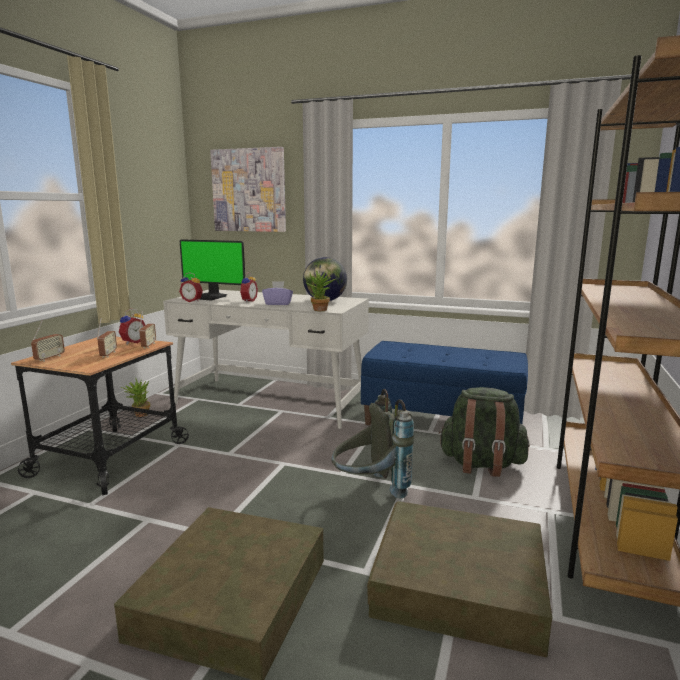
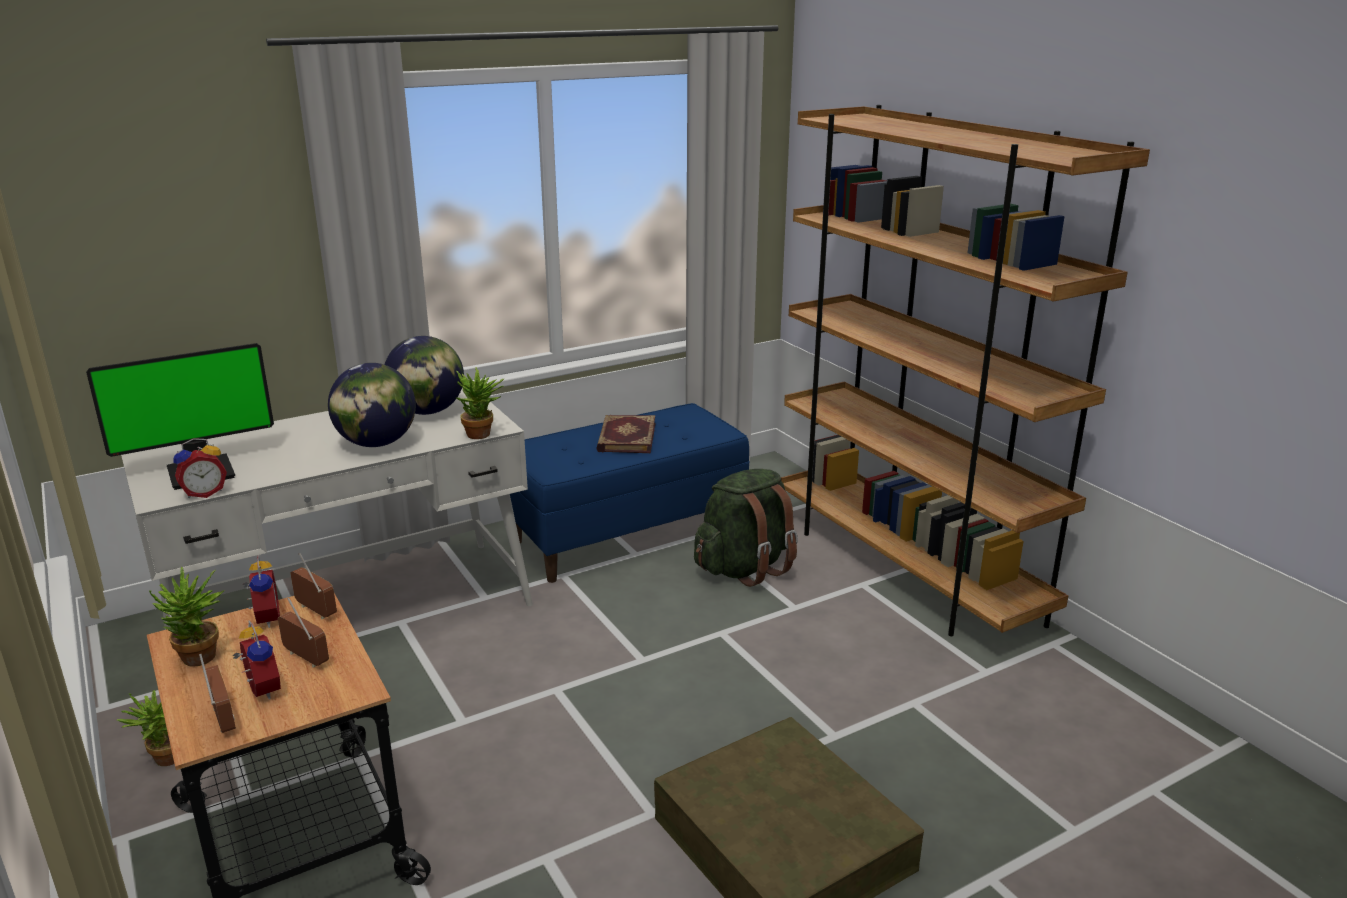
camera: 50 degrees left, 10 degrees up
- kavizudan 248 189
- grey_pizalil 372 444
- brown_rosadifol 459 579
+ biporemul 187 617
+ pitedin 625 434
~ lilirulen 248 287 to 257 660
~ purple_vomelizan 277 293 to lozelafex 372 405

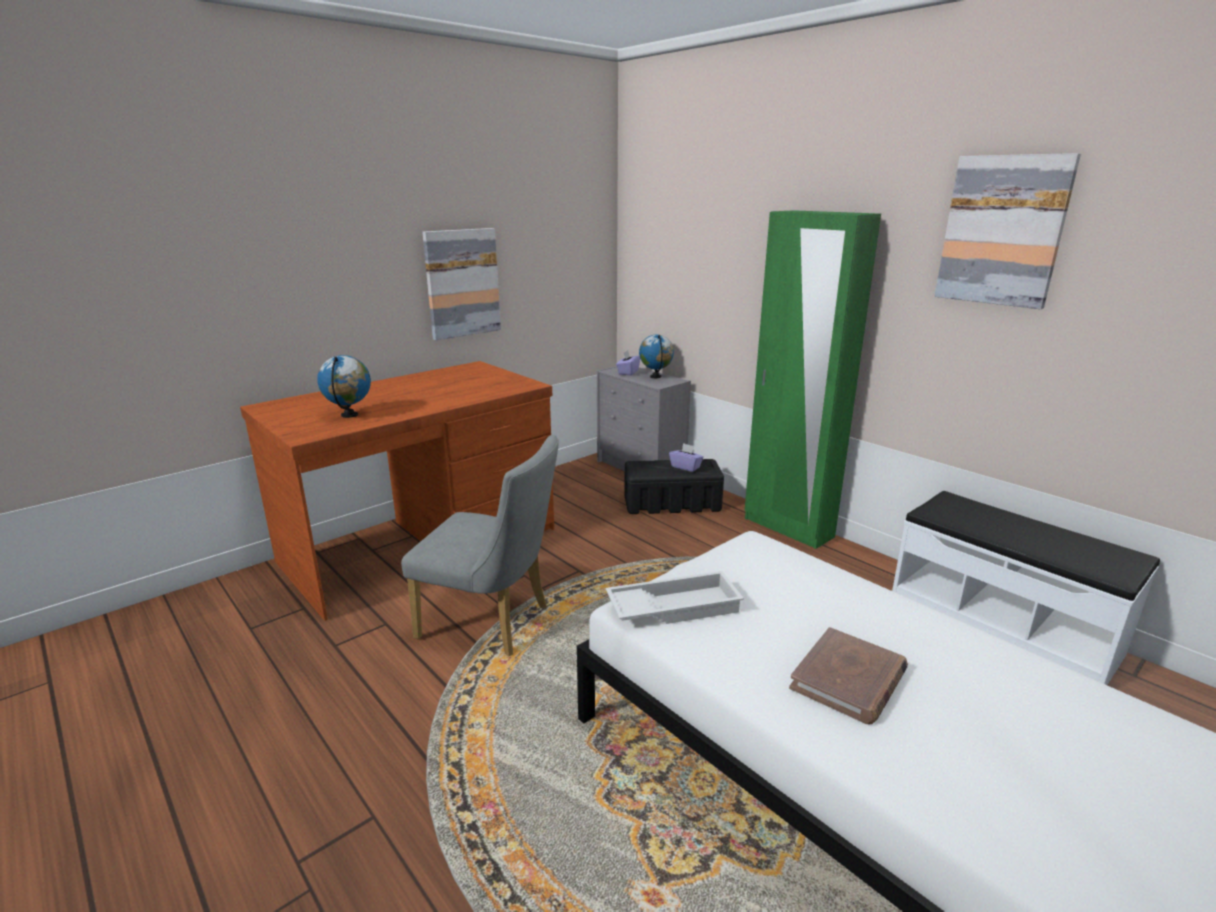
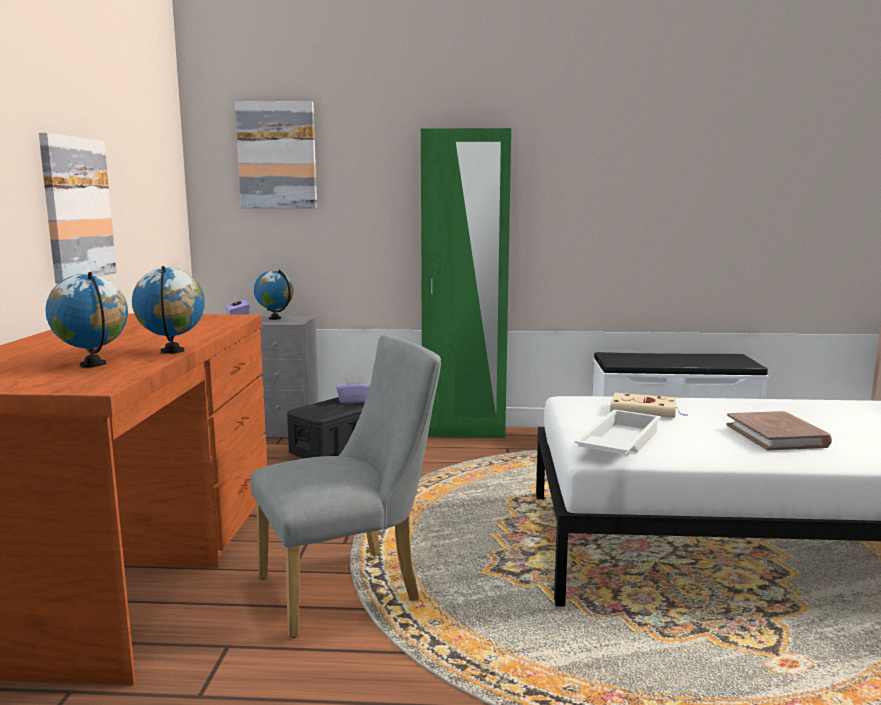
camera: 45 degrees left, 10 degrees down
+ lozelafex 168 310
+ beige_pitedin 649 405
~ kavizudan 1007 231 to 276 154

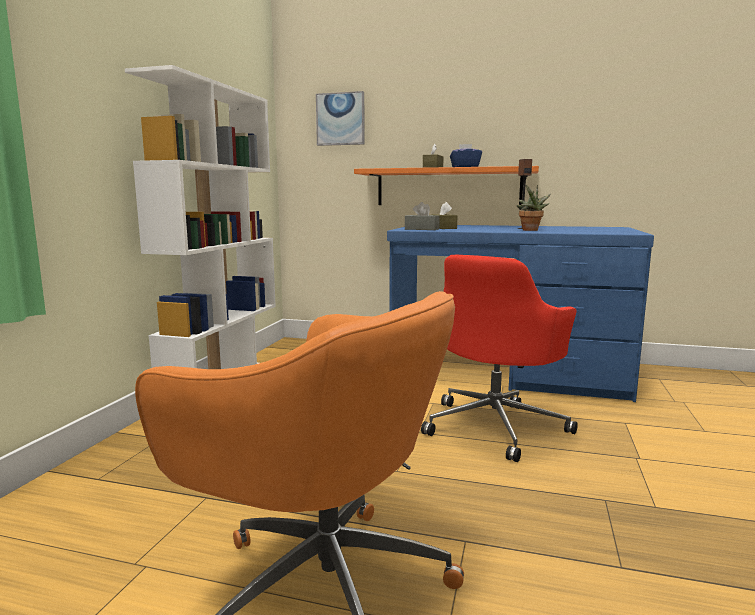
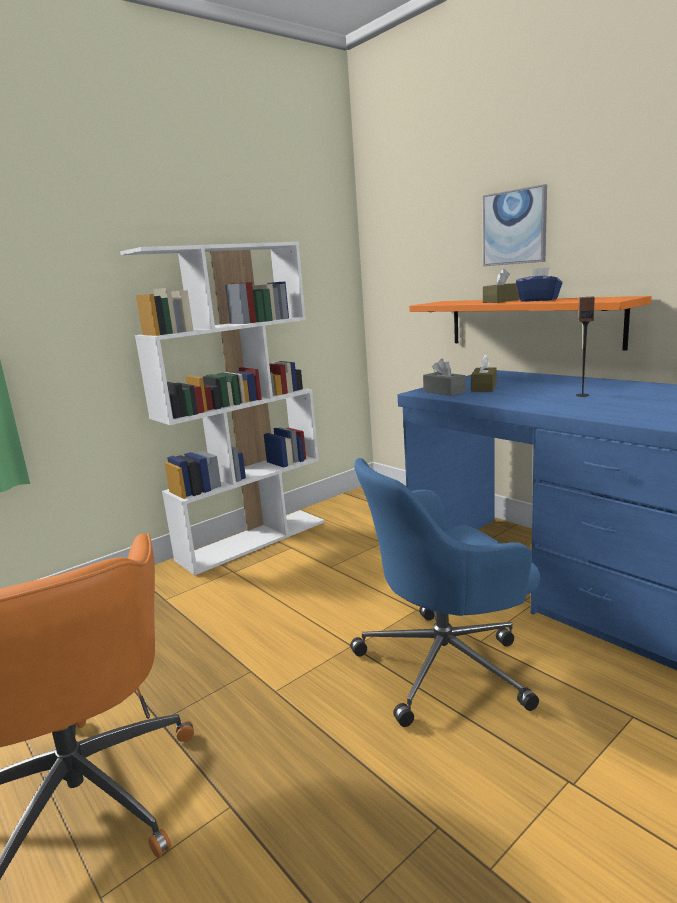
camera: 35 degrees right, 5 degrees up
- biporemul 534 208
~ kavizudan 340 118 to 515 225
~ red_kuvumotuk 499 358 to blue_kuvumotuk 445 592

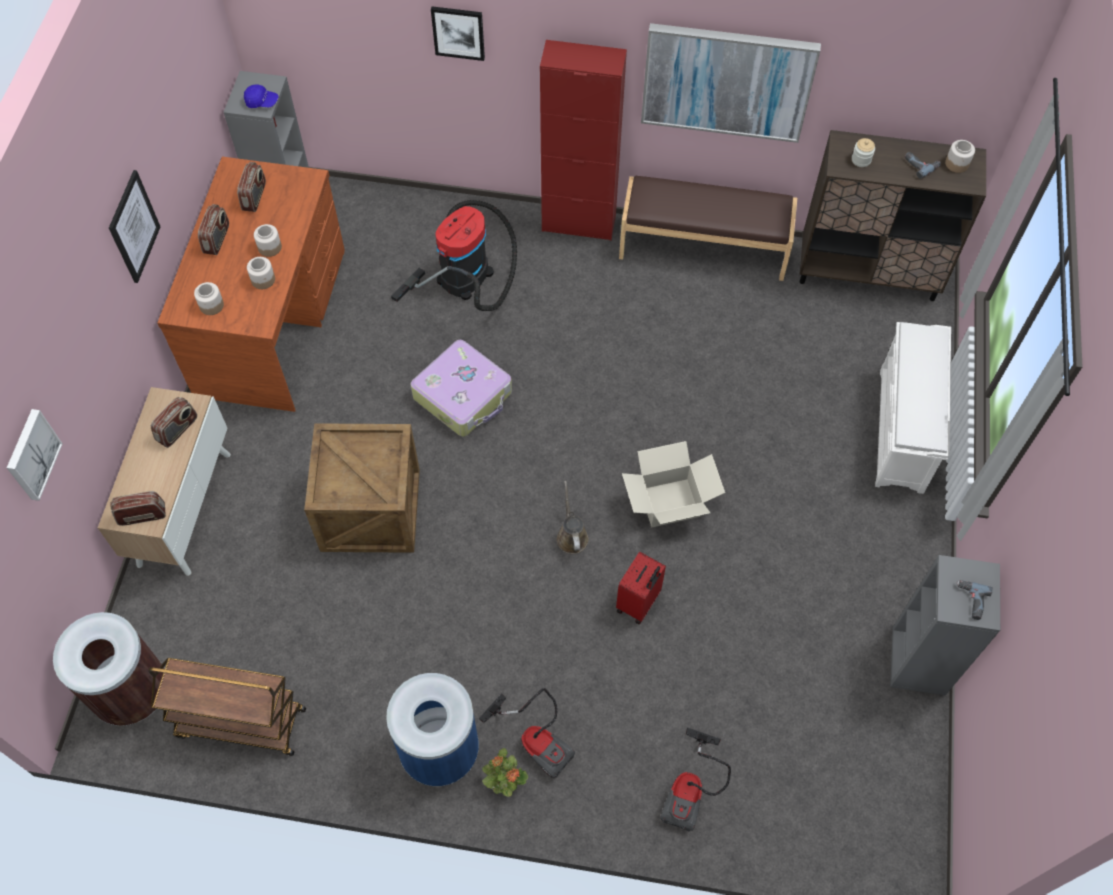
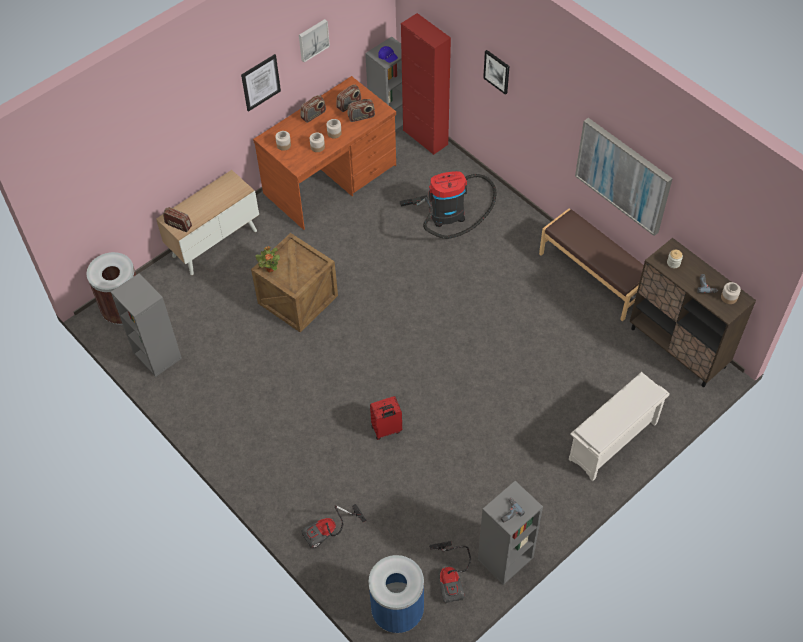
camera: 40 degrees right, 5 degrees down
- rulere 461 388
- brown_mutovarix 572 517
- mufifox 673 484
~ kavizudan 35 455 to 314 40
~ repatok 174 422 to 361 110
~ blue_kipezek 432 729 to 396 594
~ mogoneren 527 733 to 450 572
~ biporemul 505 772 to 268 259
~ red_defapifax 583 140 to 426 84
~ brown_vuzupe 227 707 to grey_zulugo 146 325

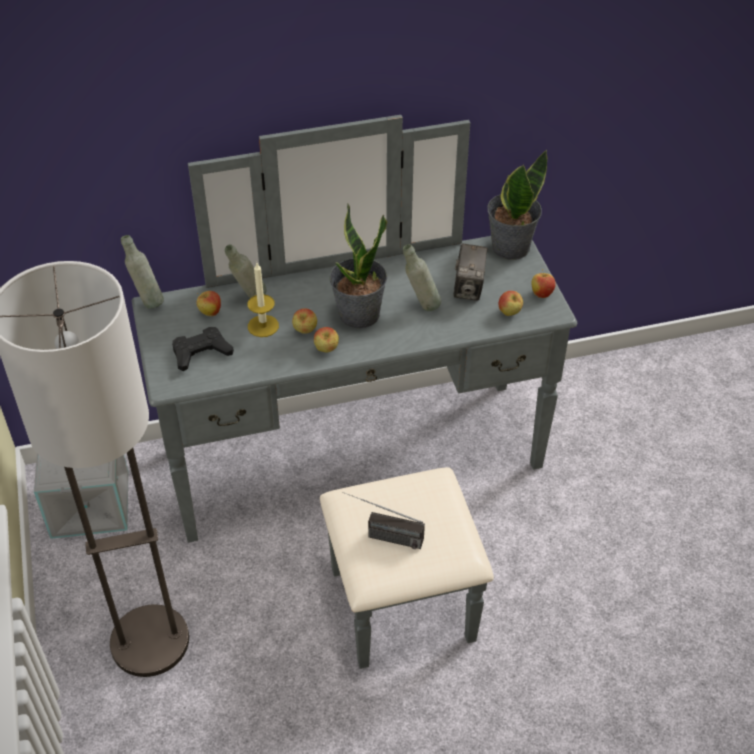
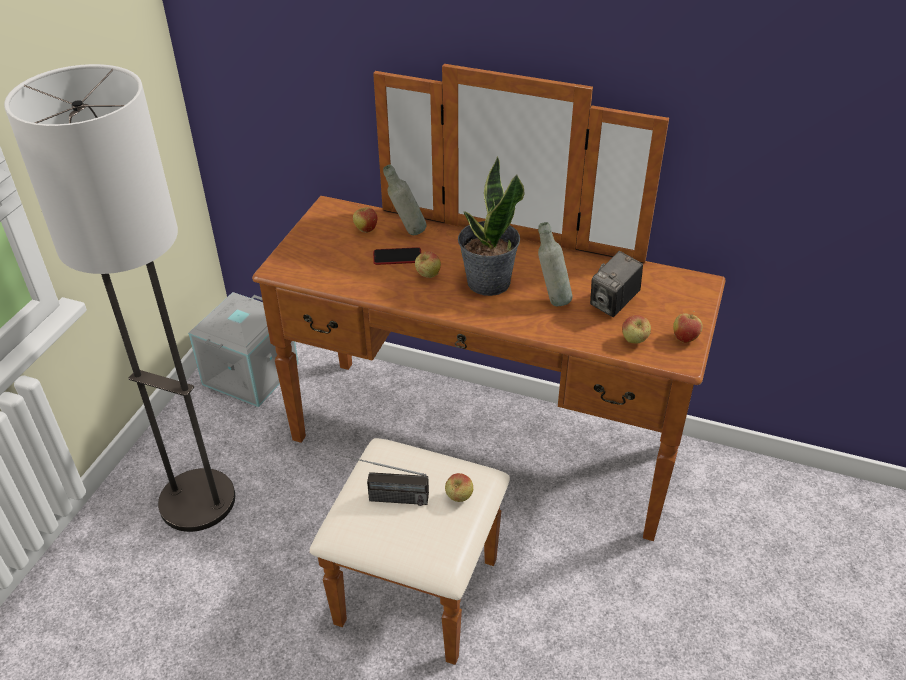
camera: 35 degrees right, 5 degrees down
- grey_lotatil 142 272
- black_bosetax 203 349
- biporemul 517 205
~ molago 326 340 to 459 487
~ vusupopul 263 300 to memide 397 256
~ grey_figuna 354 392 to brown_figuna 489 364
~ repatok 383 520 = 382 480 45 degrees counterclockwise

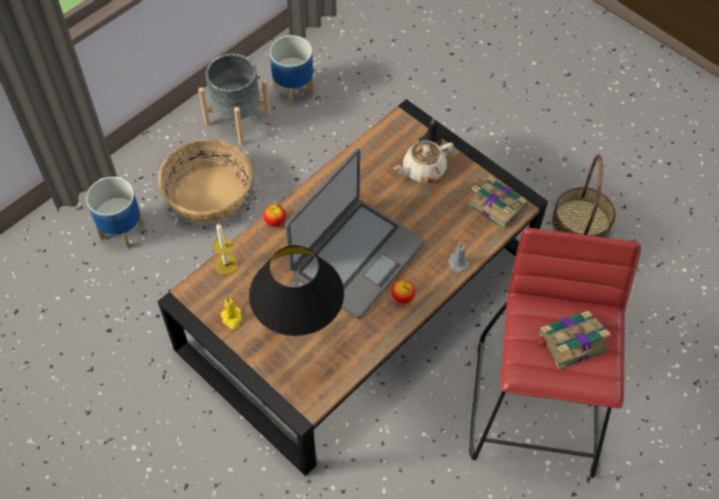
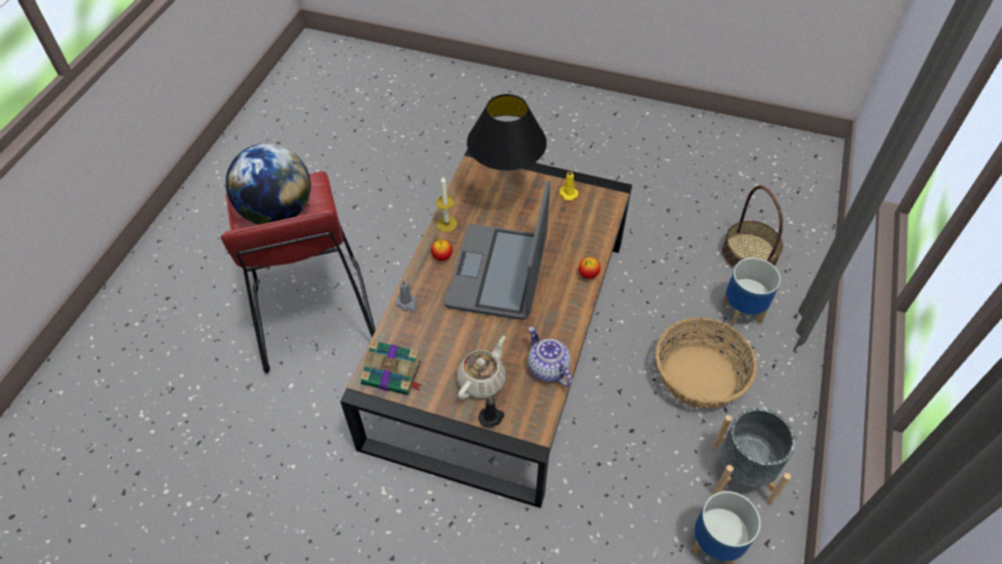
camera: 155 degrees right, 5 degrees down
+ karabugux 550 357
~ vusupopul 225 249 to 446 204
~ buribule 583 196 to 752 227
~ pitedin 572 340 to lozelafex 268 184

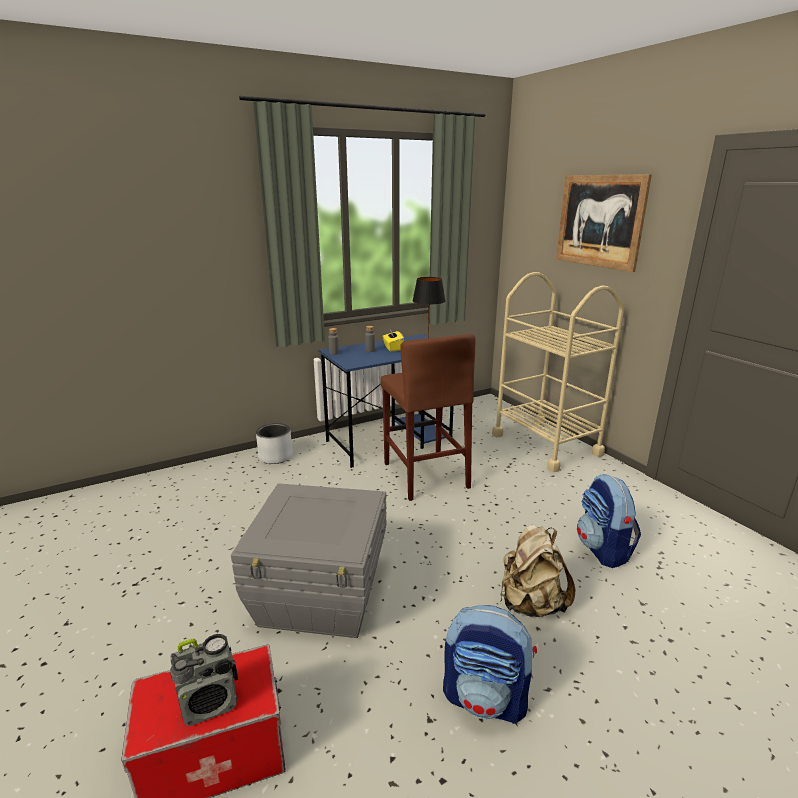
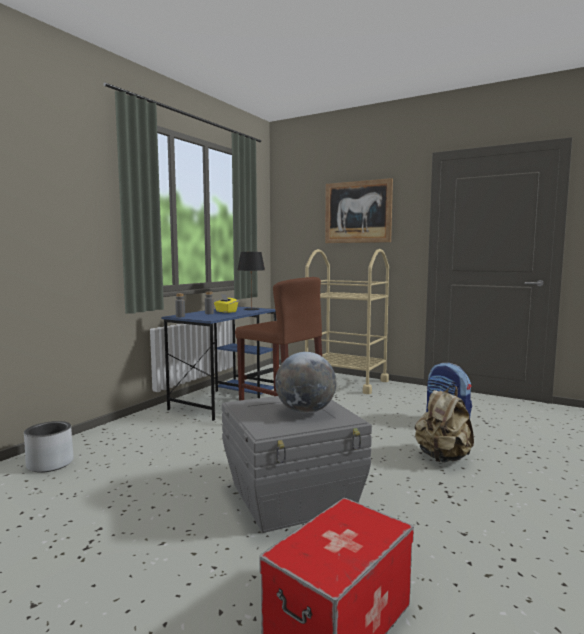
camera: 30 degrees left, 15 degrees down
- repatok 204 680
- pizalil 490 664
+ lozelafex 305 383
~ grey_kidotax 274 443 to 49 447

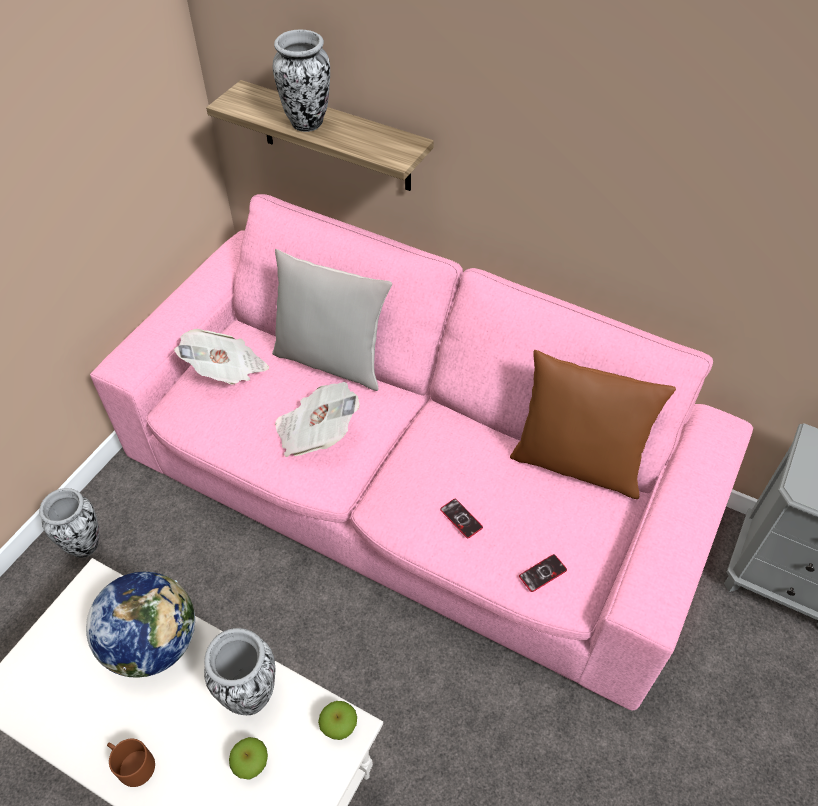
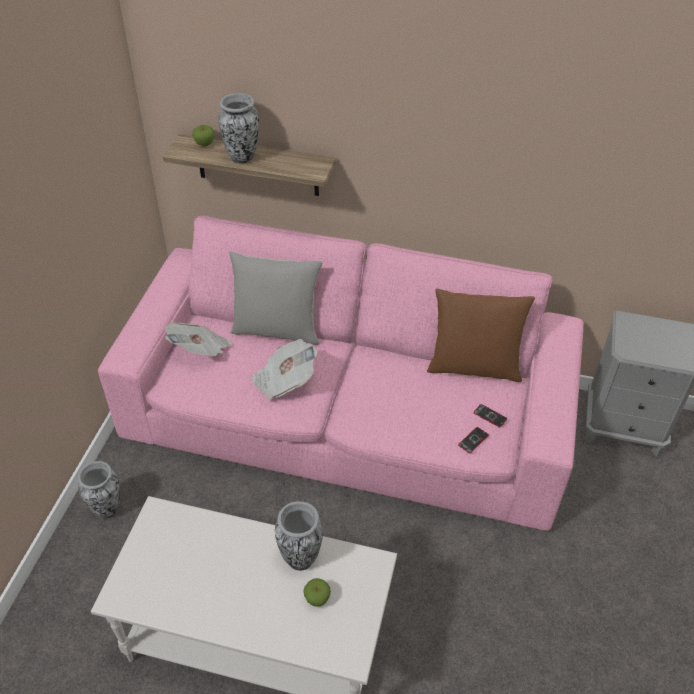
camera: 15 degrees left, 5 degrees down
- lozelafex 140 625
- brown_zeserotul 131 762
~ molago 337 720 to 203 135
~ memide 461 518 to 490 416

